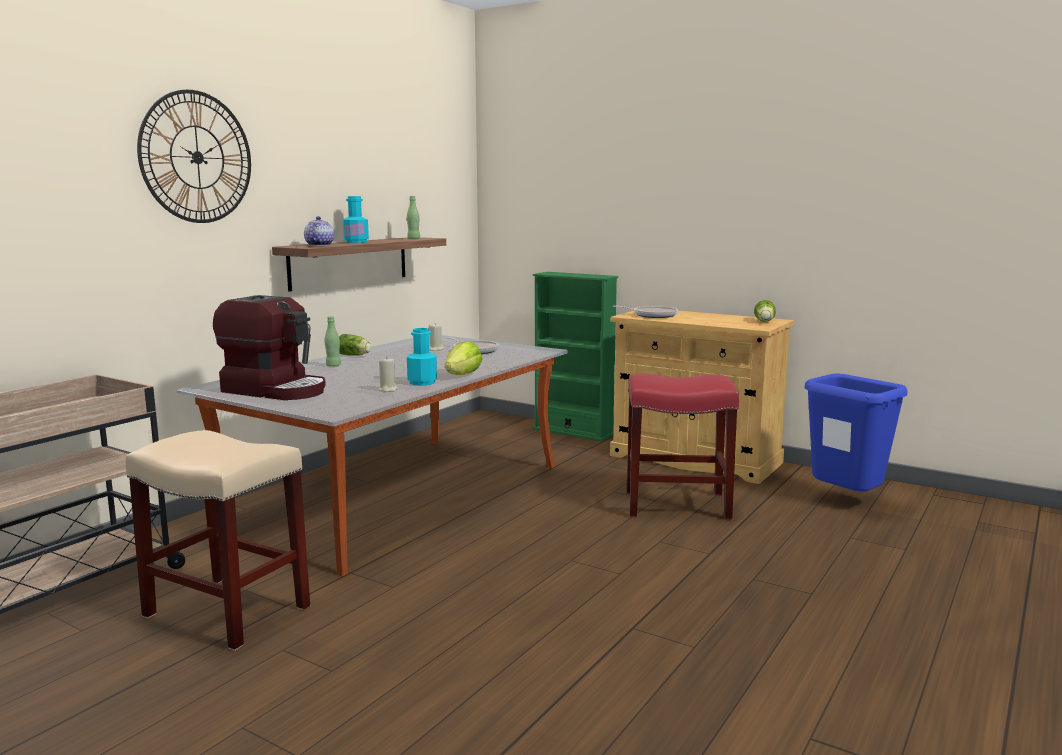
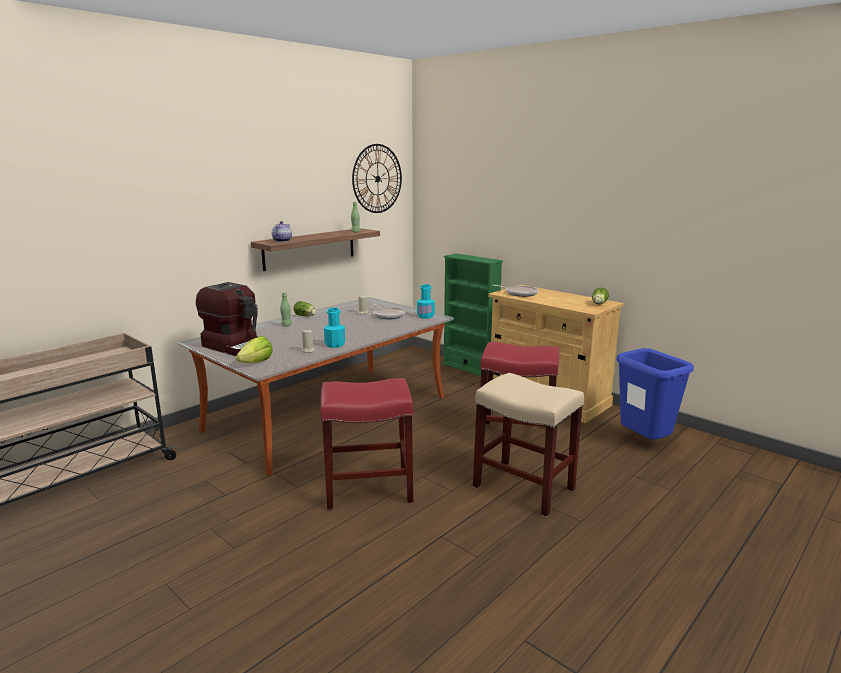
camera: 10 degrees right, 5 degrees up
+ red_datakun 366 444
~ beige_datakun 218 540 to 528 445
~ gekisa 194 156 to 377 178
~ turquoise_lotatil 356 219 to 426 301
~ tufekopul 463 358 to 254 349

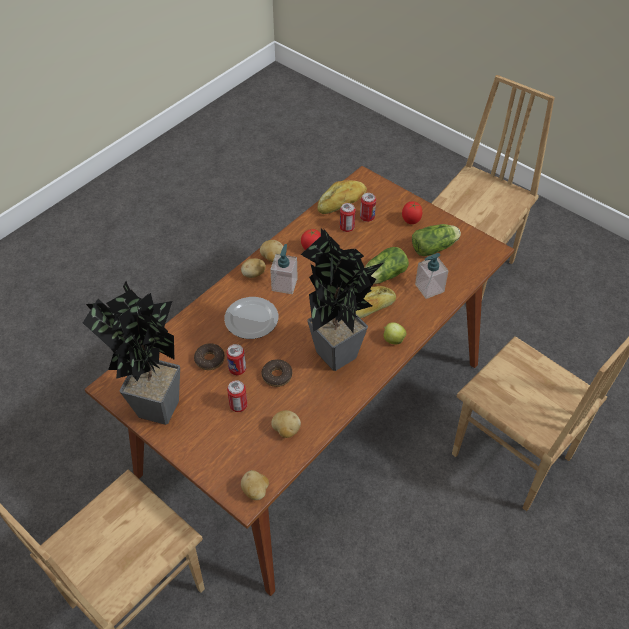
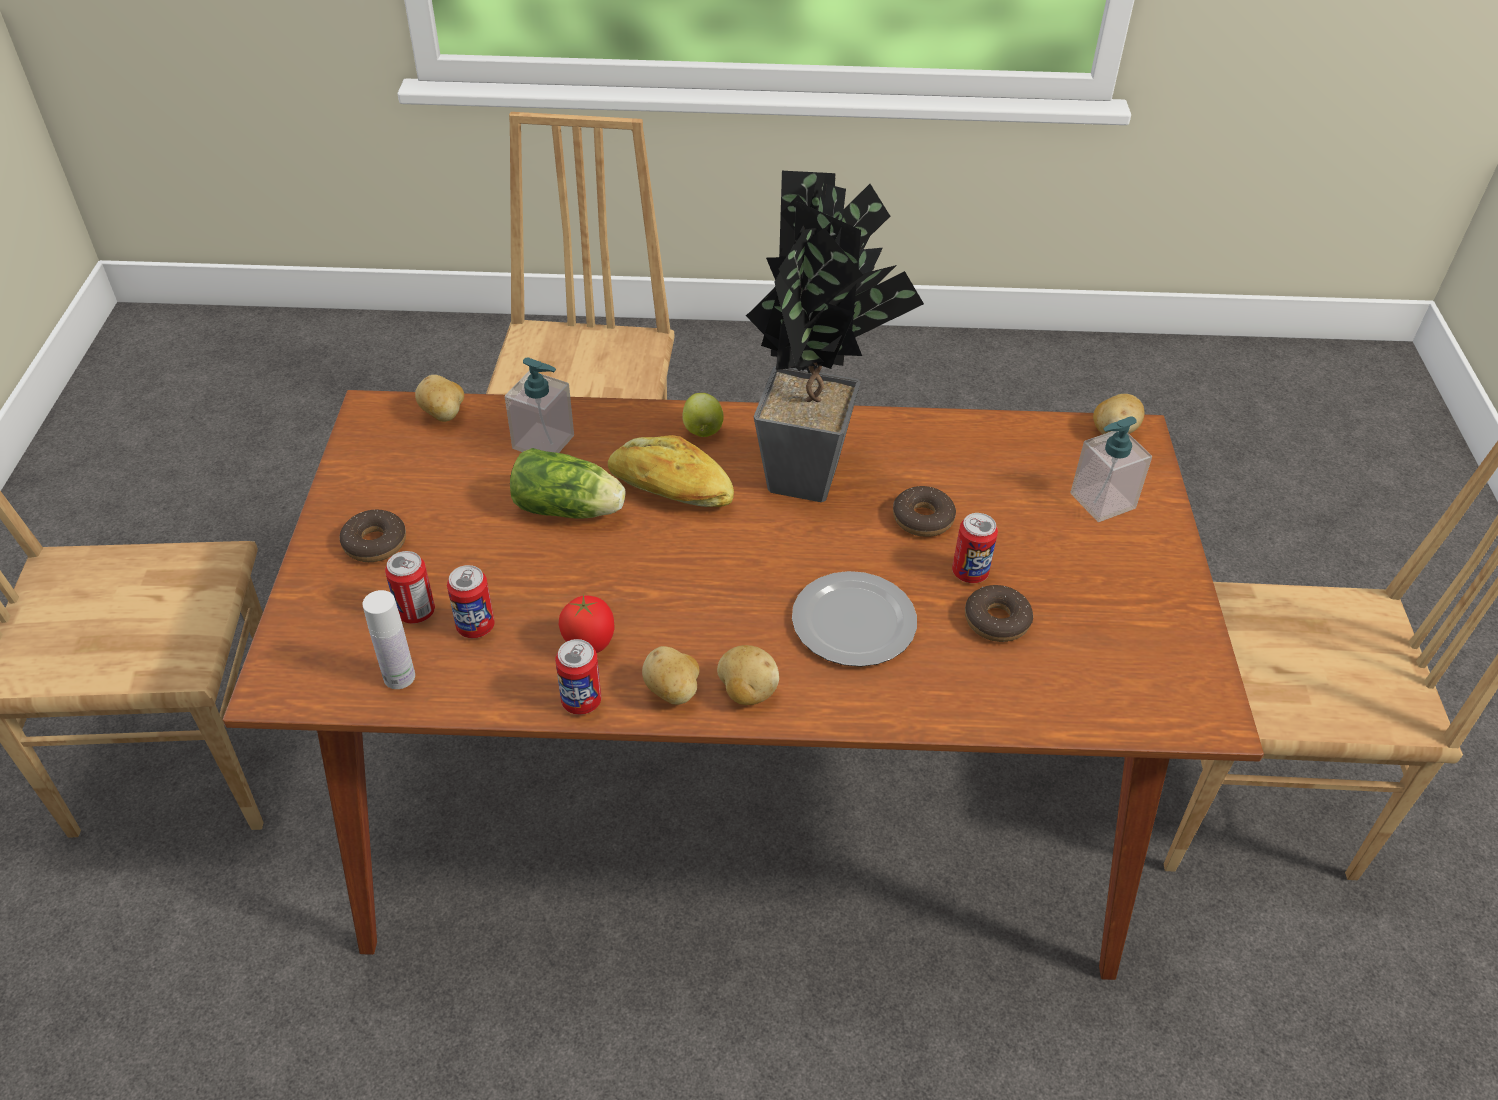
camera: 130 degrees left, 5 degrees down
- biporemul 131 353
- tufekopul 436 240
~ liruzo 237 396 to 578 677
~ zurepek 284 269 to 1111 469
~ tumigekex 286 424 to 439 398
~ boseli 342 197 to white_lotatil 388 639
~ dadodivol 412 212 to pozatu 373 536

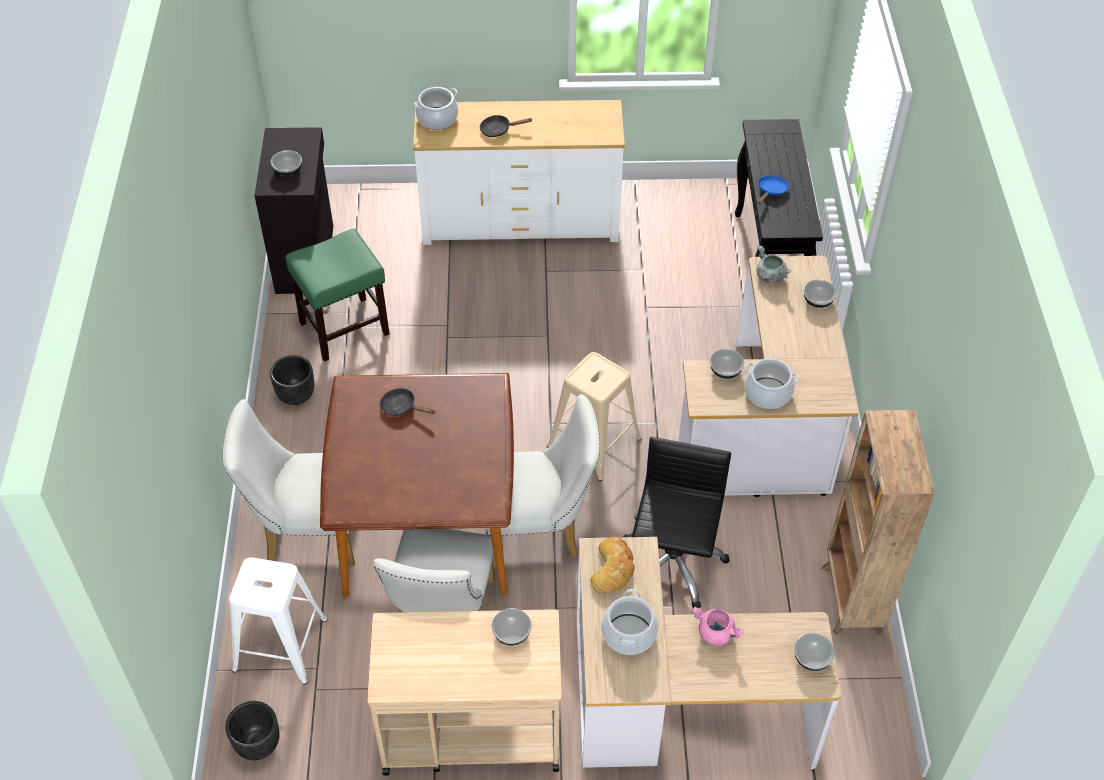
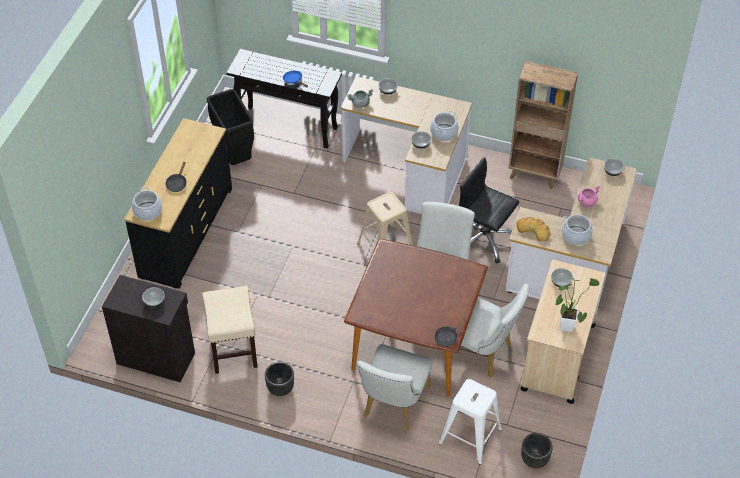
camera: 70 degrees left, 0 degrees up
+ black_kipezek 230 127
+ biporemul 577 305
~ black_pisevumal 408 402 to 450 332
~ green_datakun 338 295 to beige_datakun 229 330
~ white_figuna 519 172 to black_figuna 178 203

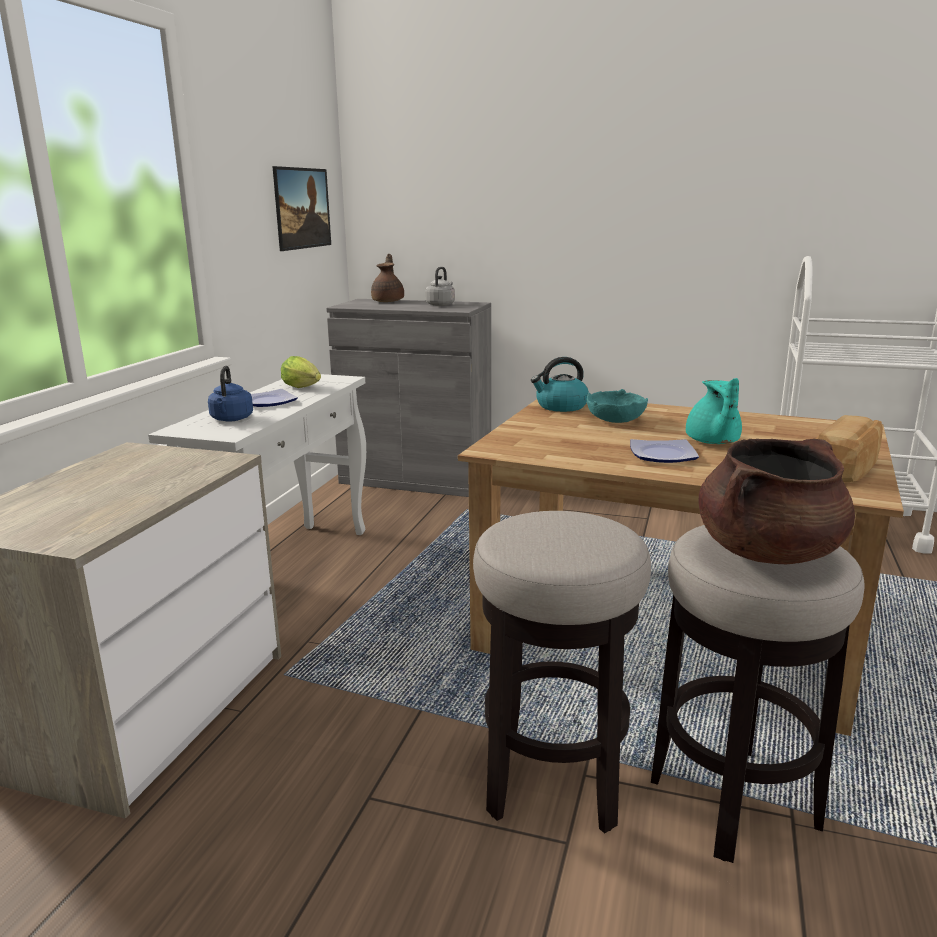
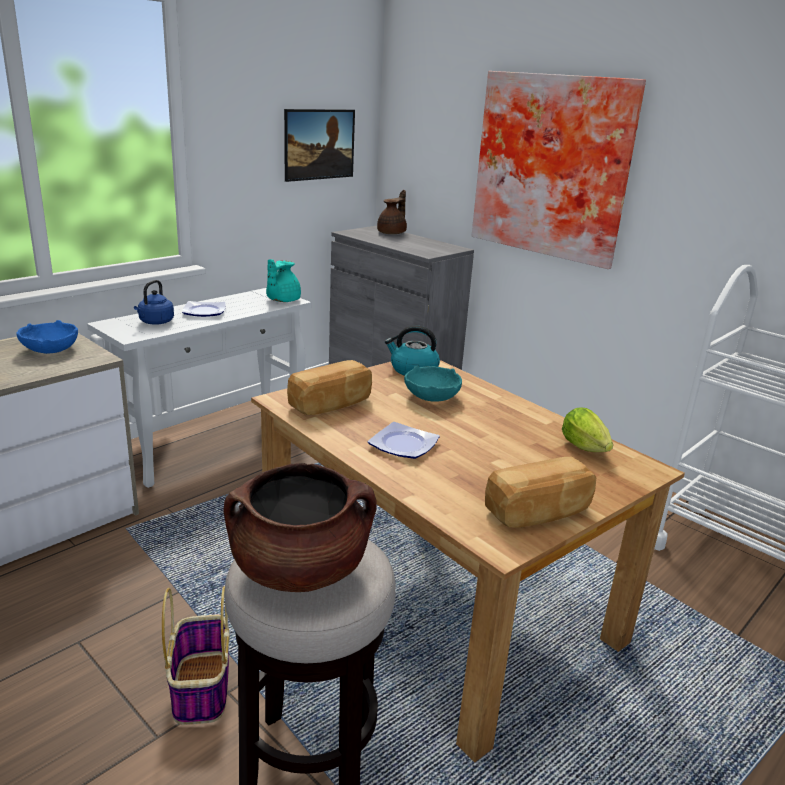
camera: 25 degrees right, 5 degrees up
- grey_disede 440 286
+ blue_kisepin 47 337
+ boseli 329 387
+ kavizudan 559 170
~ tufekopul 301 372 to 587 429
~ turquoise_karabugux 714 411 to 283 280
~ datakun 562 672 to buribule 196 655

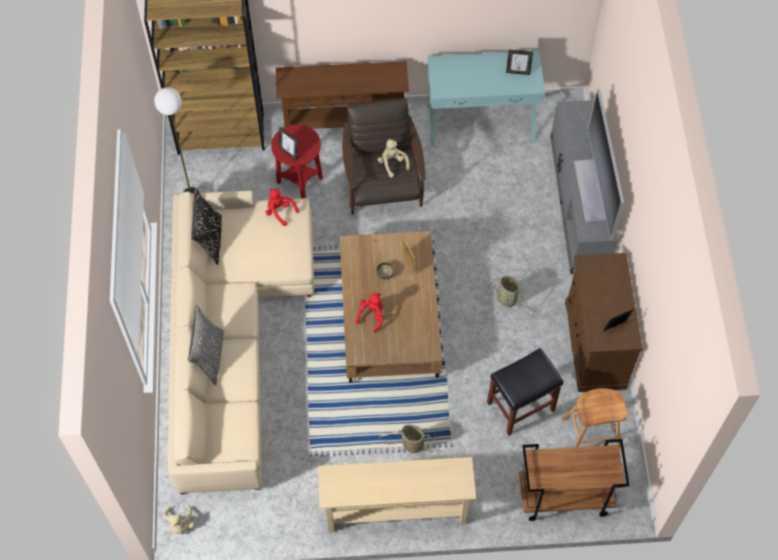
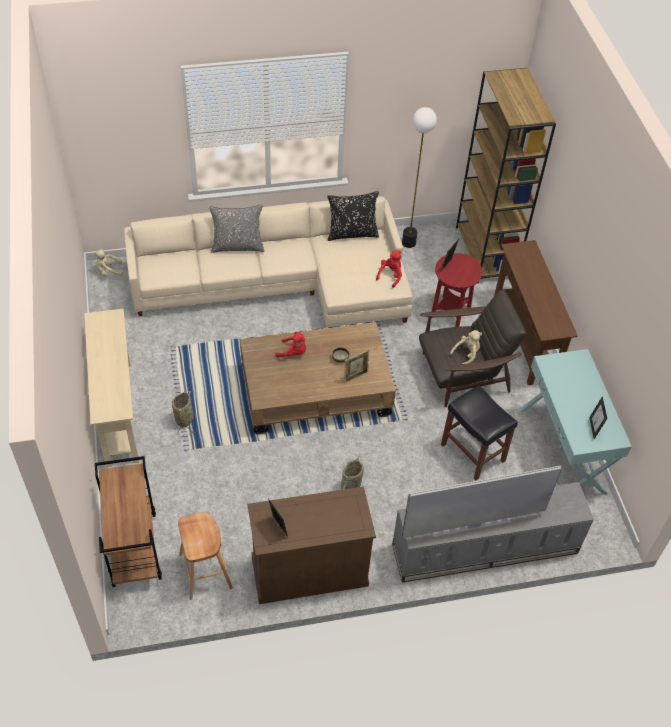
camera: 80 degrees right, 10 degrees down
~ black_datakun 525 392 to 479 433

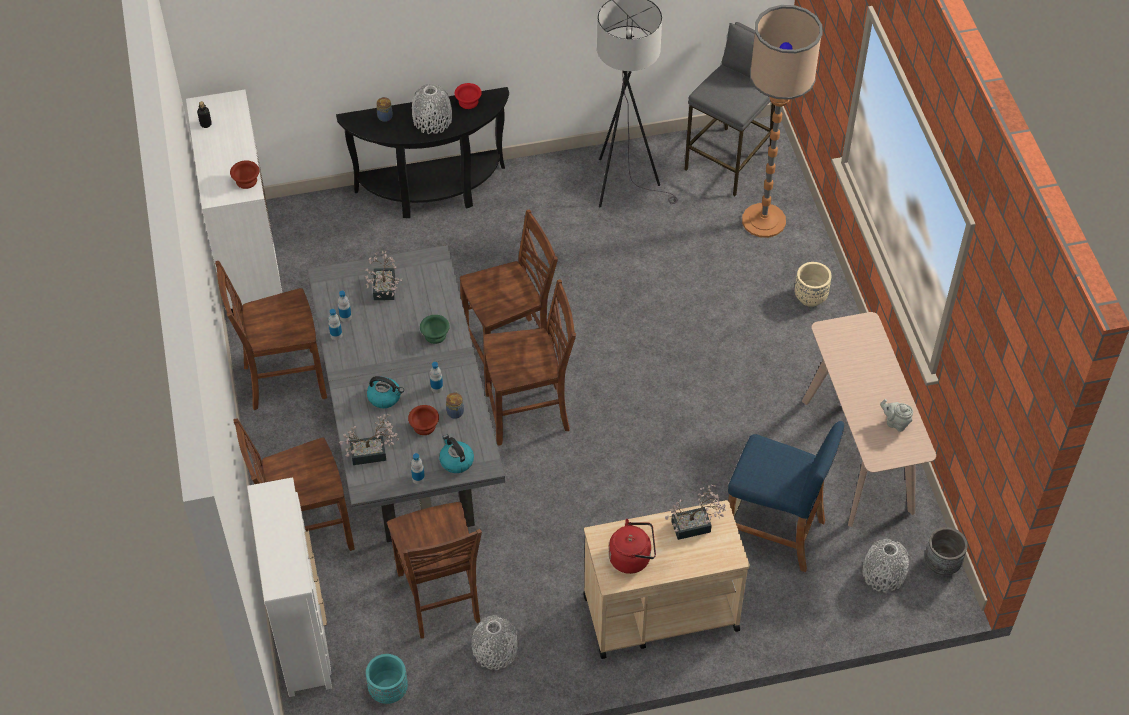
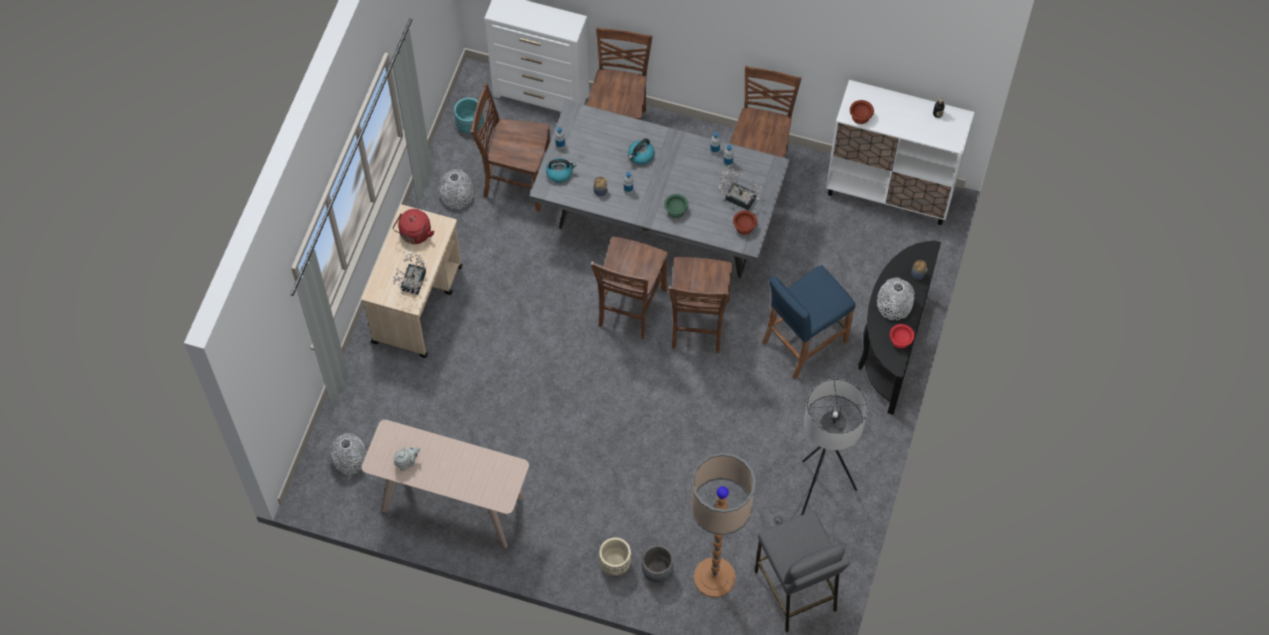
camera: 120 degrees right, 10 degrees up
- biporemul 369 439
~ brown_kisepin 423 420 to 745 222
~ blue_datakun 786 496 to 809 322
~ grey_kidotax 946 551 to 658 564

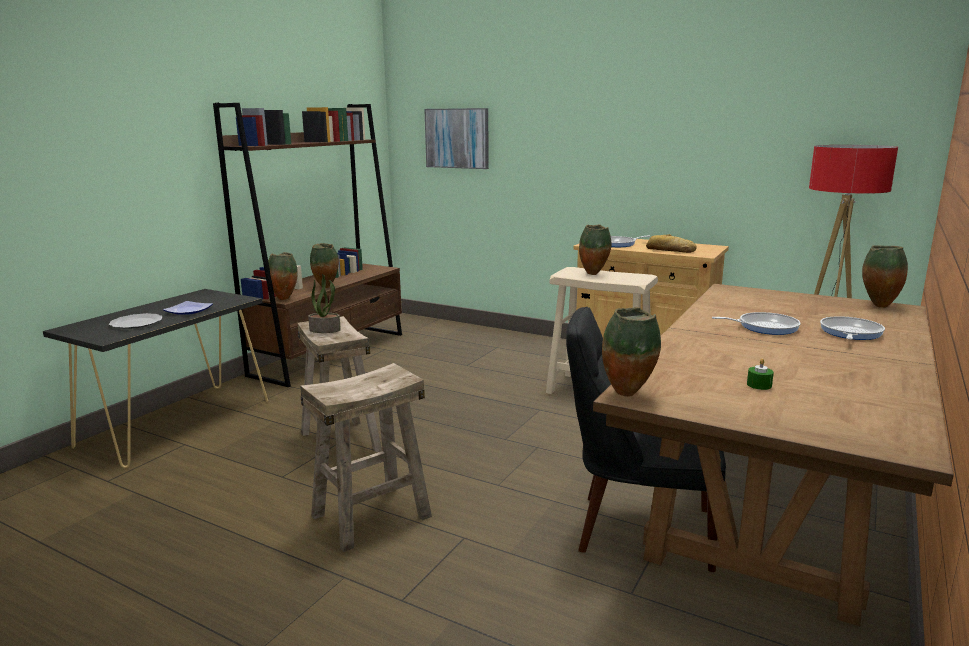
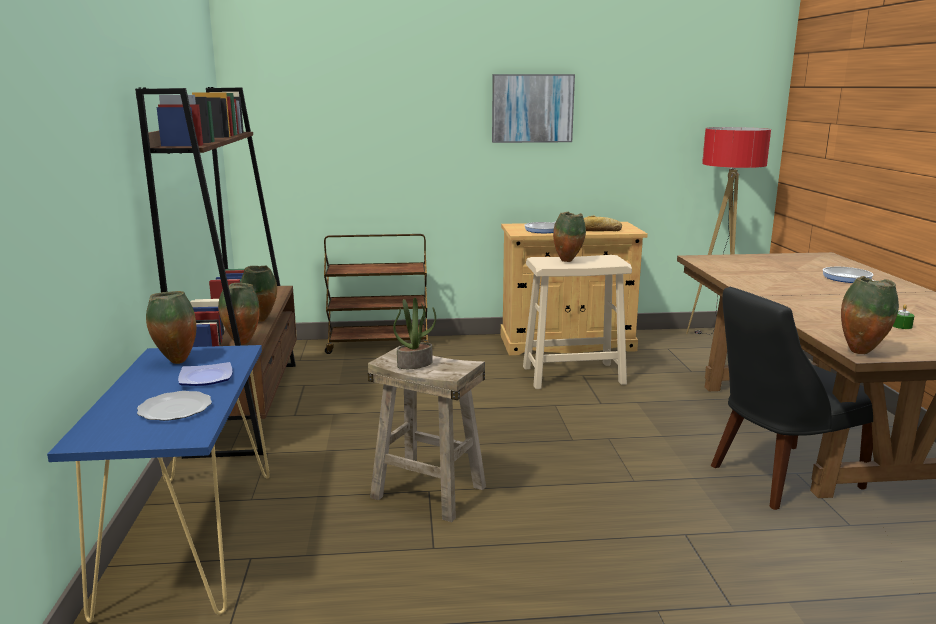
camera: 35 degrees left, 0 degrees up
- beige_datakun 366 457
- pisevumal 756 323
+ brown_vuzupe 376 294
~ kavizudan 456 138 to 533 108
~ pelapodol 885 276 to 171 327
~ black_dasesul 155 378 to blue_dasesul 158 484

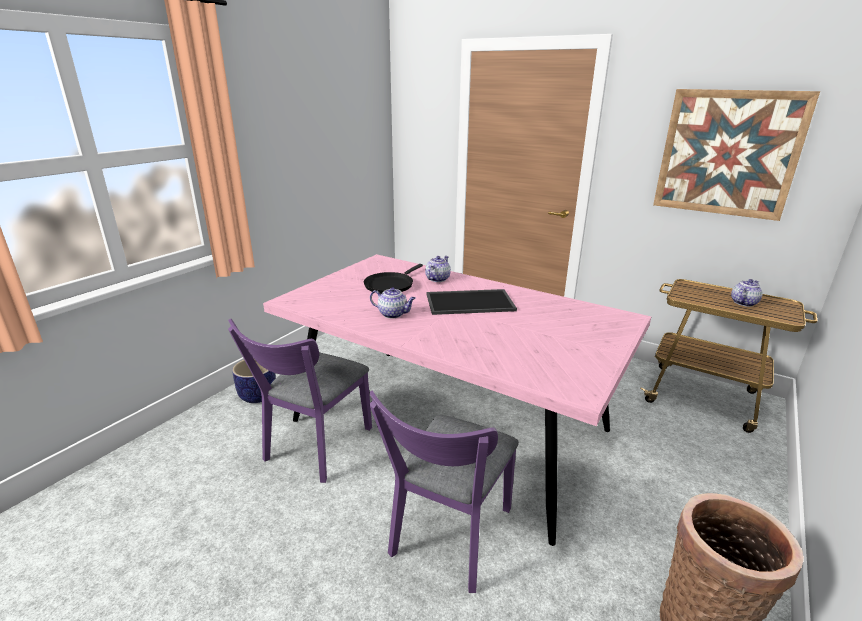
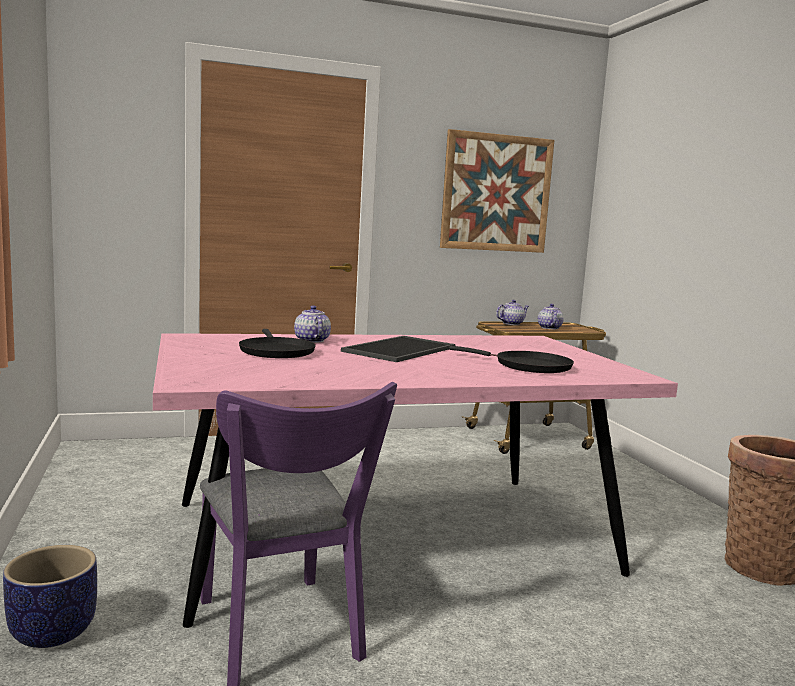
camera: 50 degrees left, 15 degrees down
- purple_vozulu 444 491
+ black_pisevumal 511 359
~ karabugux 393 303 to 512 312

